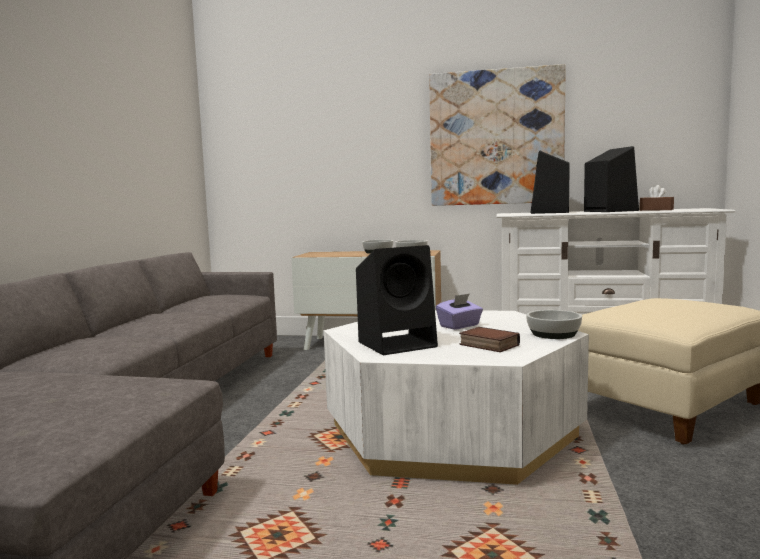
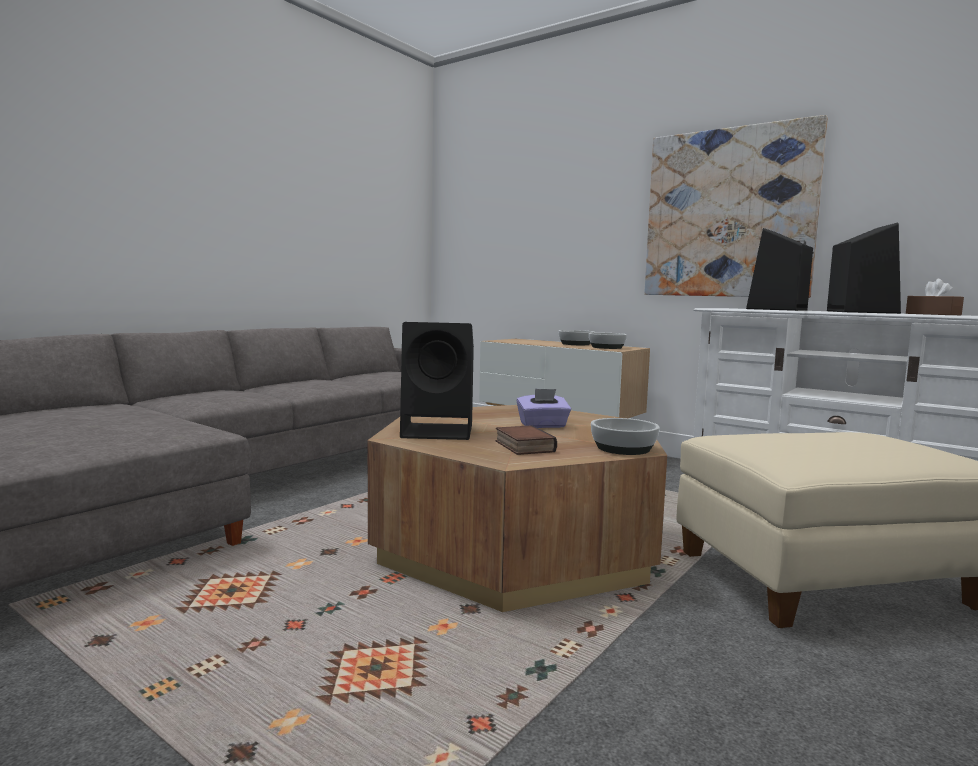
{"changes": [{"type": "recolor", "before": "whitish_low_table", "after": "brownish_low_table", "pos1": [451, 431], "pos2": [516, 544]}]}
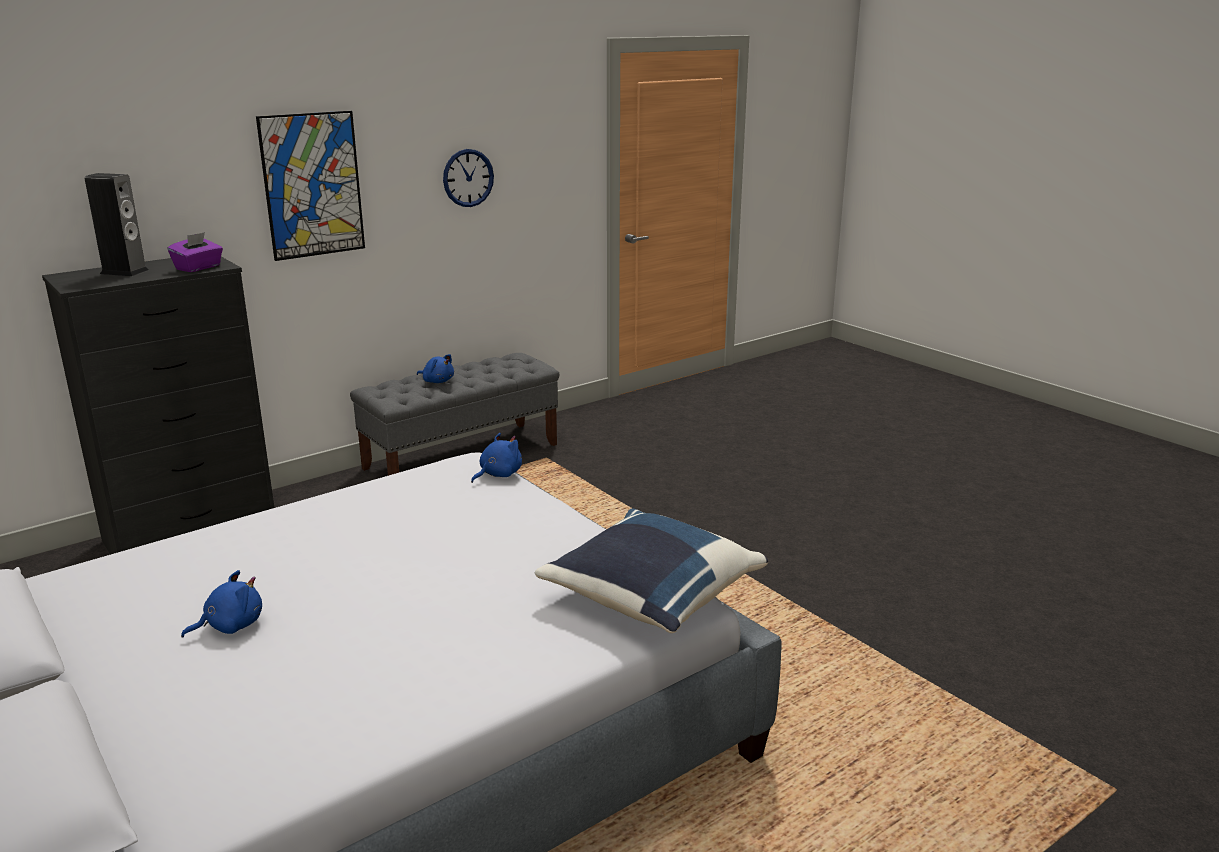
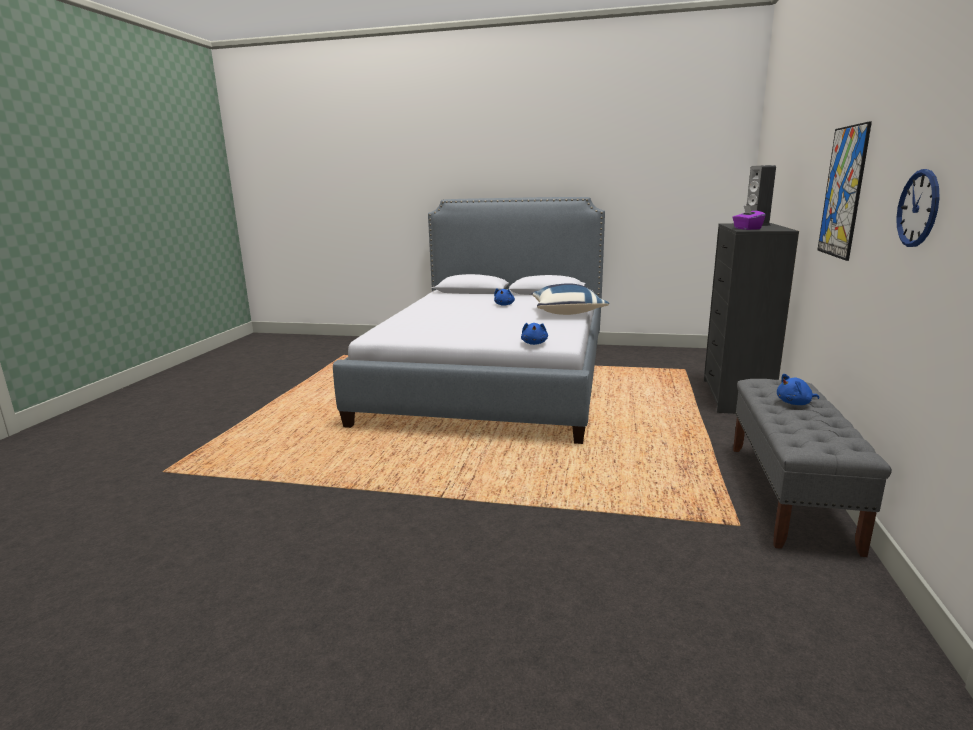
{"changes": [{"type": "move", "before": "blue_pillow", "pos1": [649, 598], "pos2": [567, 313]}]}
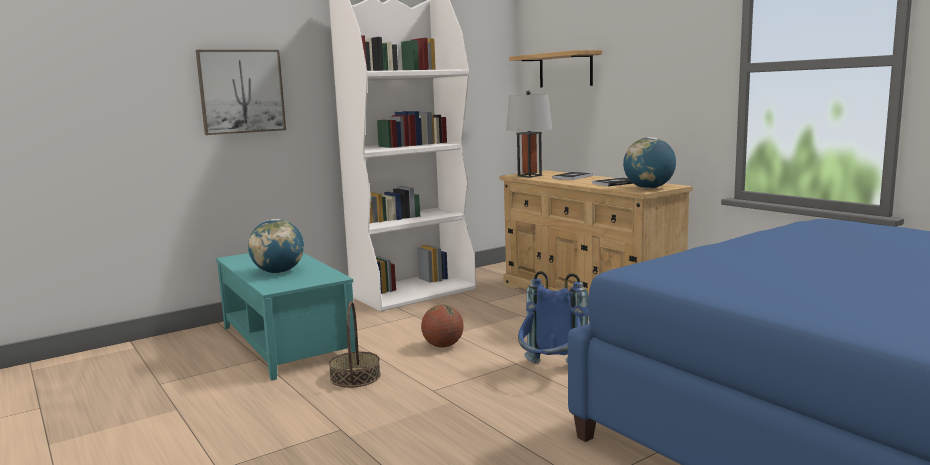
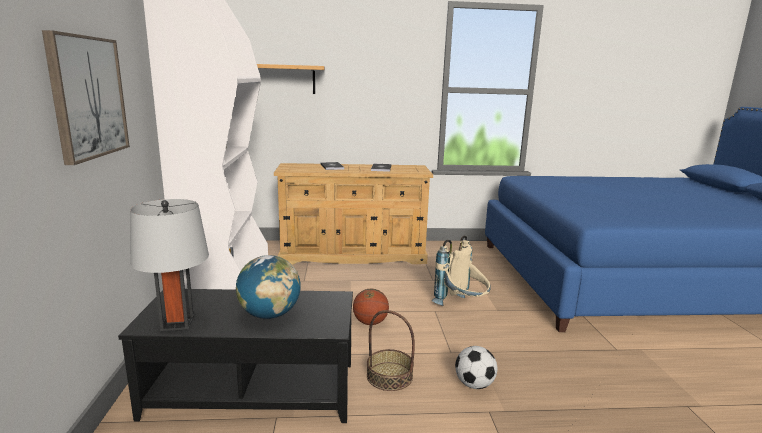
{"changes": [{"type": "move", "before": "gray_table_lamp", "pos1": [529, 176], "pos2": [177, 323]}, {"type": "delete", "before": "world_globe", "pos1": [649, 188]}, {"type": "recolor", "before": "turquoise_low_table", "after": "blackish_low_table", "pos1": [287, 342], "pos2": [253, 389]}, {"type": "recolor", "before": "blue_rucksack", "after": "sand-coloured_rucksack", "pos1": [551, 373], "pos2": [462, 307]}, {"type": "insert", "after": "football", "pos2": [474, 384]}]}
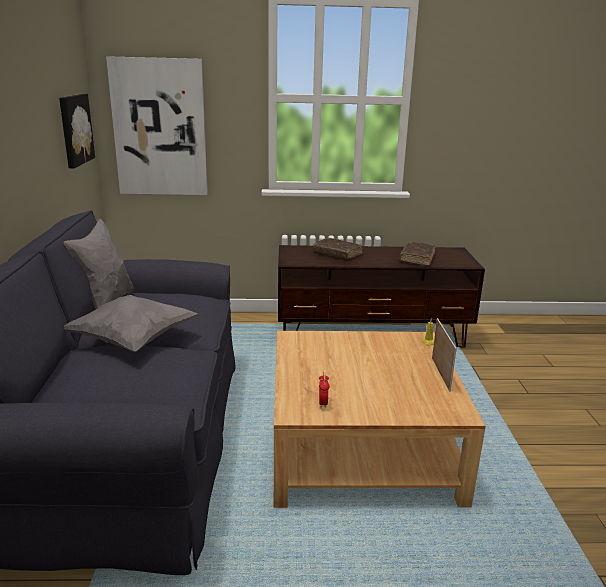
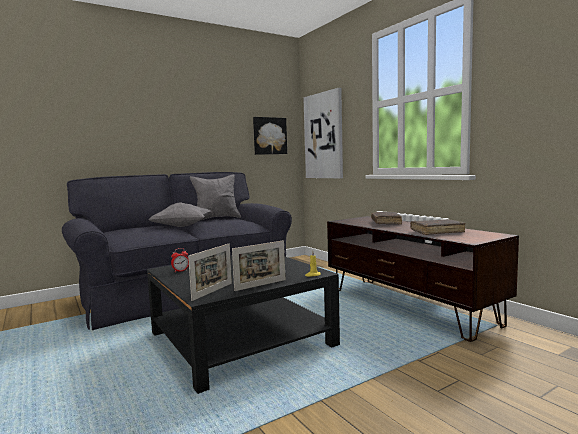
{"changes": [{"type": "recolor", "before": "sand-coloured_low_table", "after": "blackish_low_table", "pos1": [360, 445], "pos2": [240, 339]}, {"type": "insert", "after": "picture_frame", "pos2": [212, 291]}]}
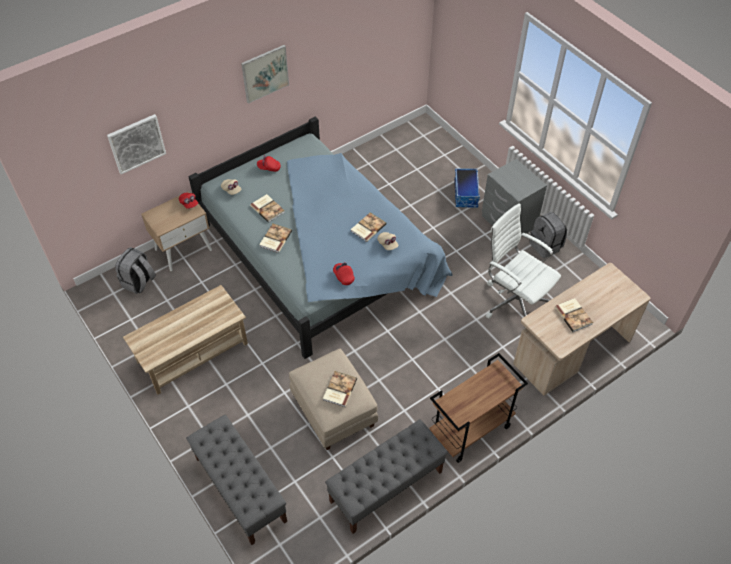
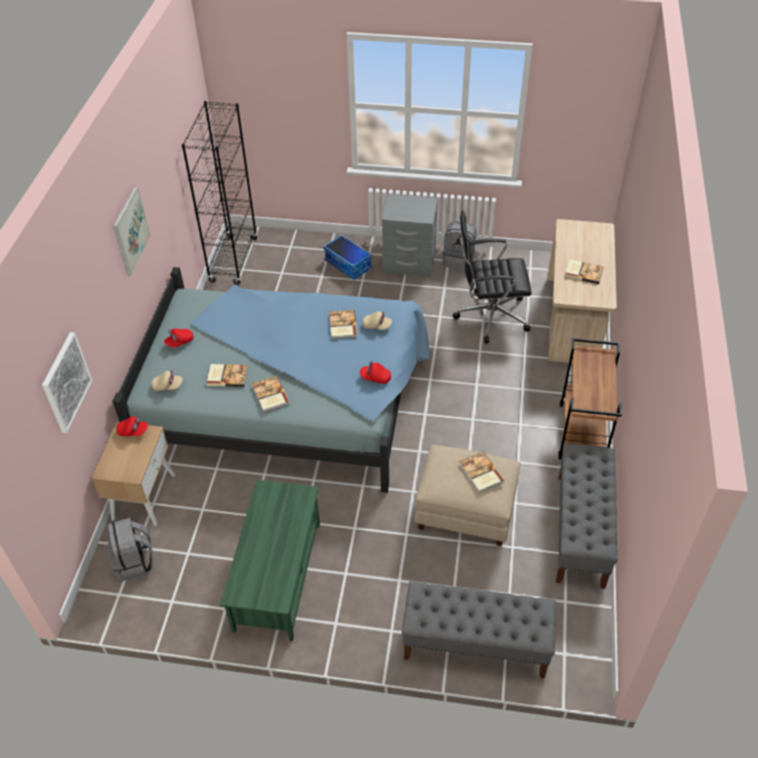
{"changes": [{"type": "recolor", "before": "whitish_computer_chair", "after": "blackish_computer_chair", "pos1": [514, 301], "pos2": [489, 316]}, {"type": "recolor", "before": "sand-coloured_low_table", "after": "green-coloured_low_table", "pos1": [192, 353], "pos2": [278, 576]}, {"type": "insert", "after": "blackish_bookshelf", "pos2": [233, 260]}]}
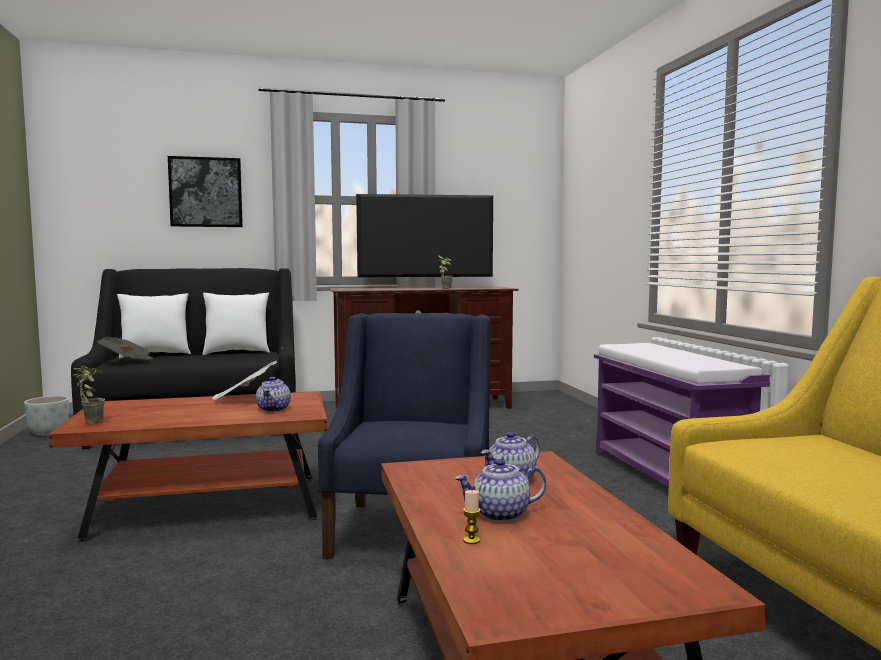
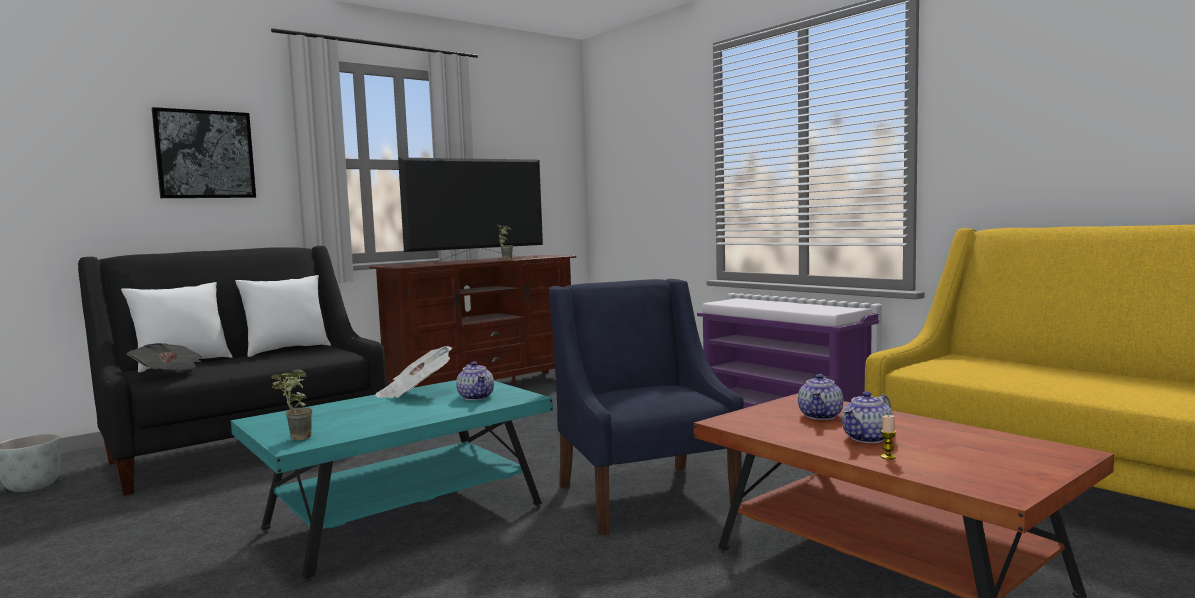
{"changes": [{"type": "recolor", "before": "brownish_low_table", "after": "turquoise_low_table", "pos1": [208, 507], "pos2": [404, 519]}]}
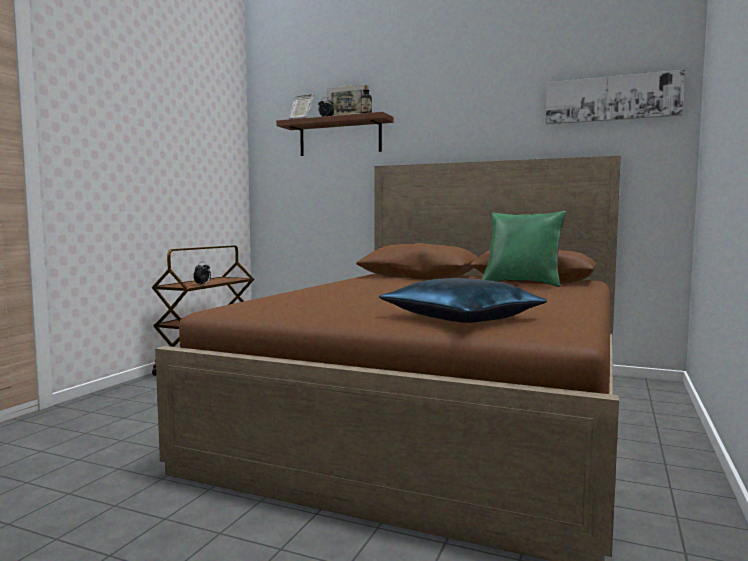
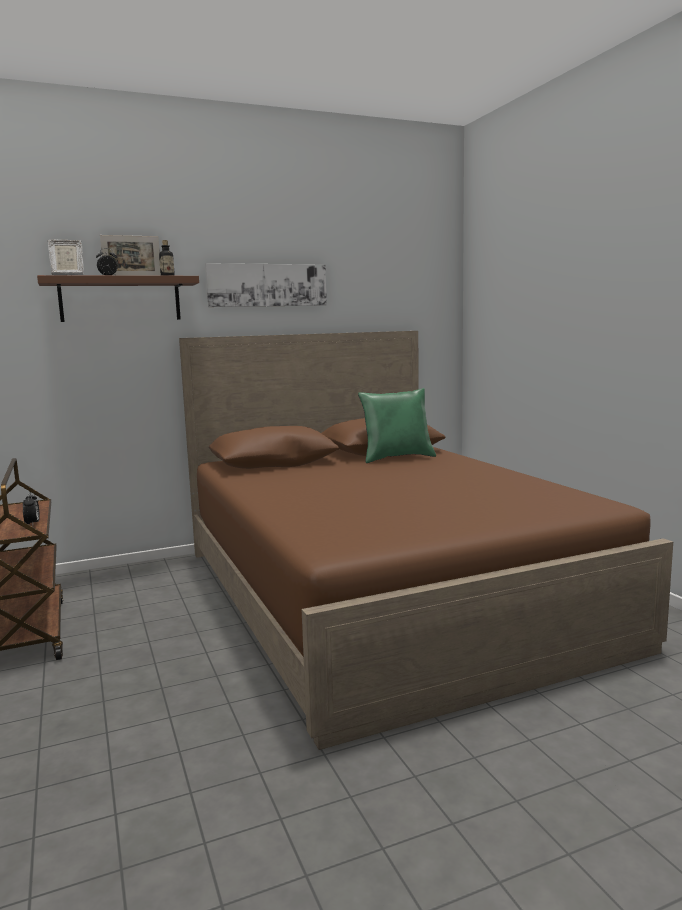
{"changes": [{"type": "move", "before": "wall_art", "pos1": [611, 99], "pos2": [267, 285]}, {"type": "delete", "before": "blue_pillow", "pos1": [462, 318]}]}
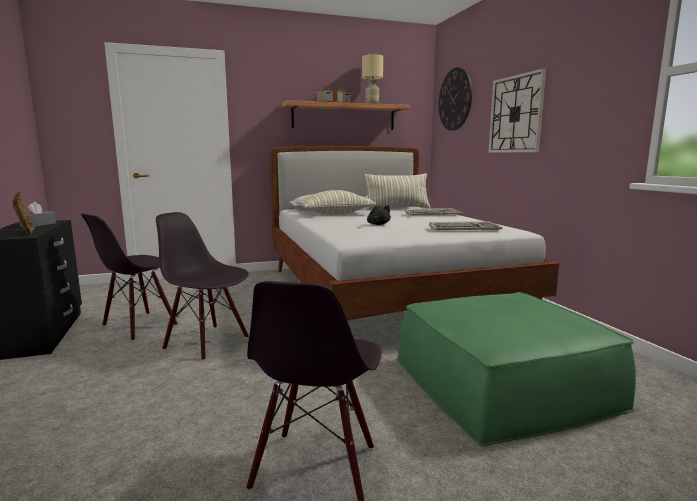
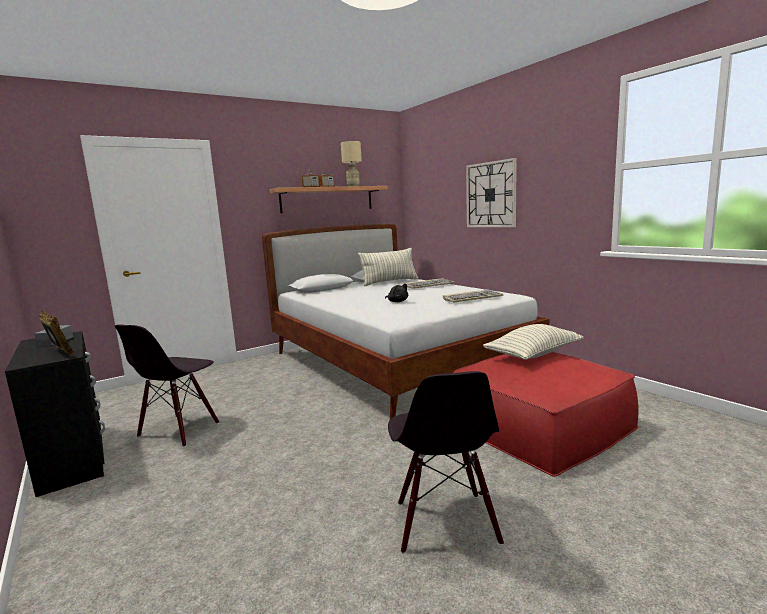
{"changes": [{"type": "delete", "before": "wall_clock", "pos1": [455, 99]}, {"type": "move", "before": "pillow", "pos1": [335, 214], "pos2": [533, 355]}, {"type": "delete", "before": "blackish_upright_chair", "pos1": [207, 342]}, {"type": "recolor", "before": "green-coloured_pouffe", "after": "reddish_pouffe", "pos1": [502, 382], "pos2": [538, 423]}]}
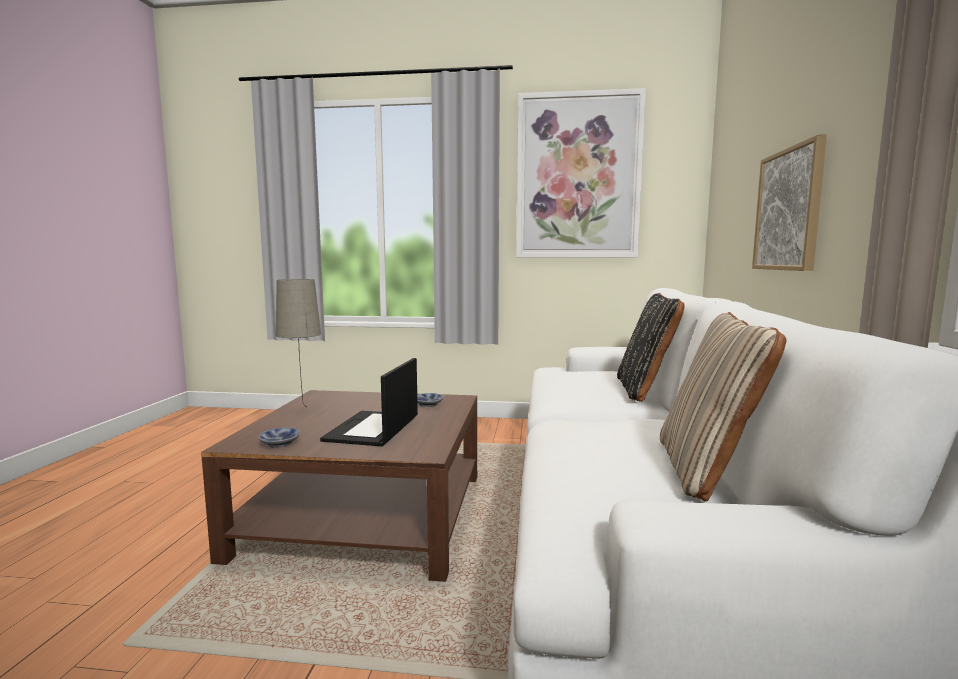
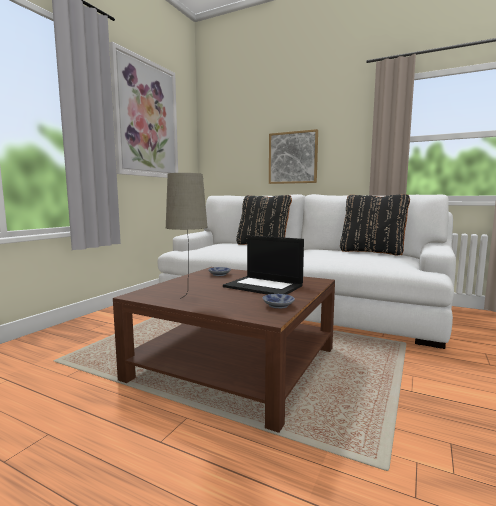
{"changes": [{"type": "recolor", "before": "sand-coloured_pillow", "after": "blackish_pillow", "pos1": [707, 470], "pos2": [372, 252]}]}
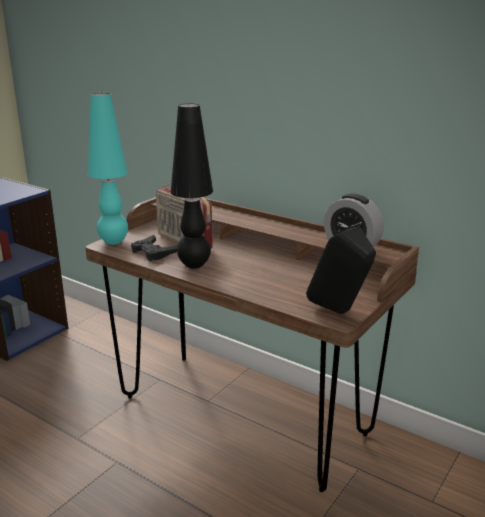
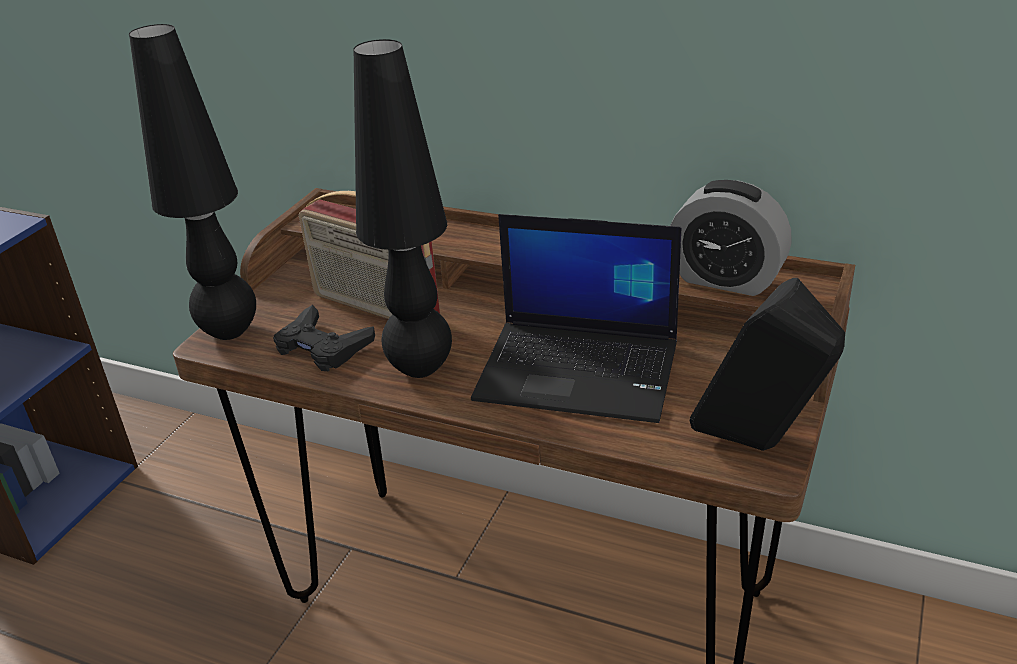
{"changes": [{"type": "recolor", "before": "turquoise_table_lamp", "after": "blackish_table_lamp", "pos1": [113, 242], "pos2": [229, 332]}, {"type": "insert", "after": "portable_computer", "pos2": [581, 370]}]}
